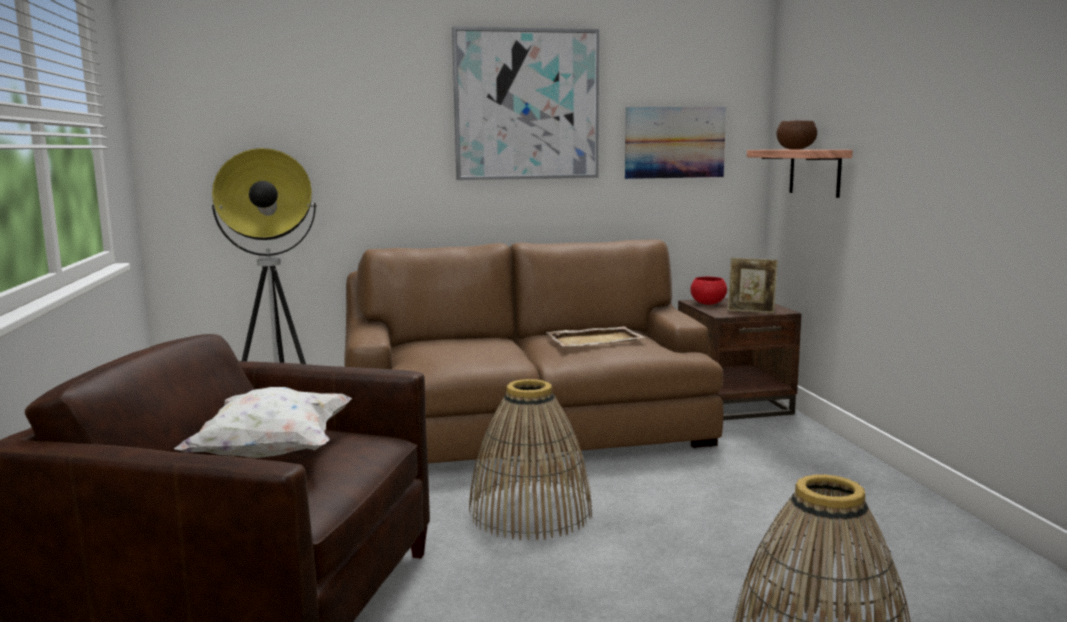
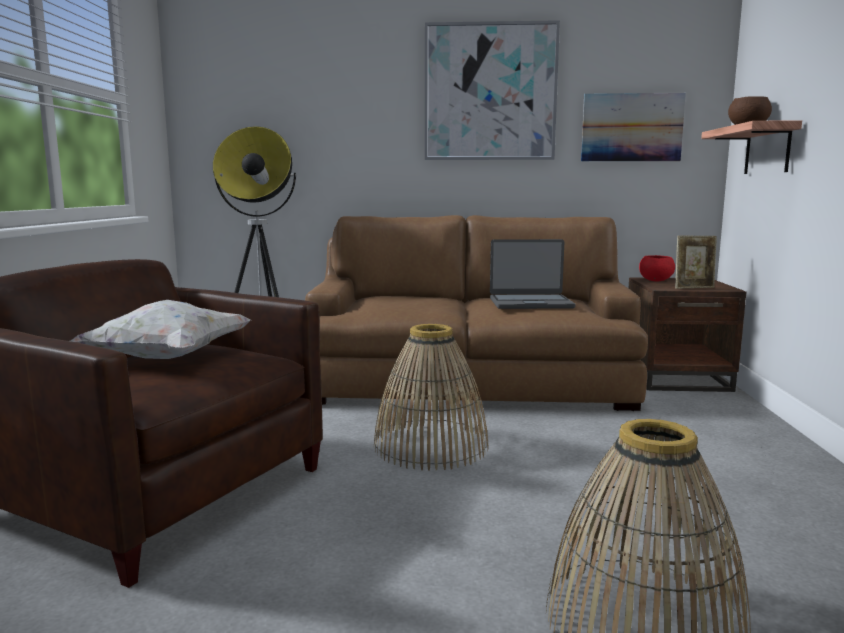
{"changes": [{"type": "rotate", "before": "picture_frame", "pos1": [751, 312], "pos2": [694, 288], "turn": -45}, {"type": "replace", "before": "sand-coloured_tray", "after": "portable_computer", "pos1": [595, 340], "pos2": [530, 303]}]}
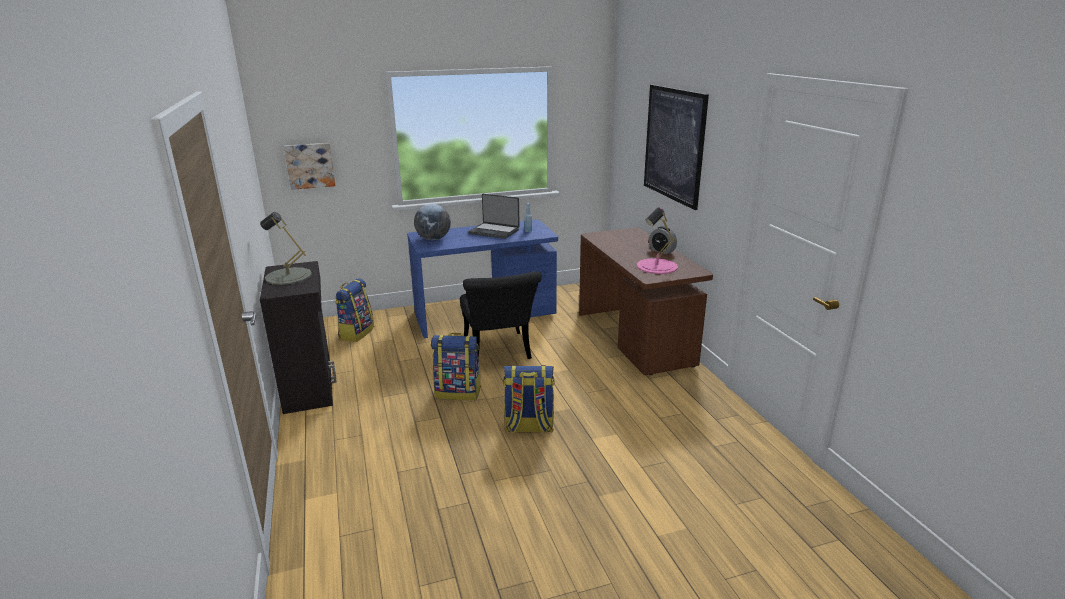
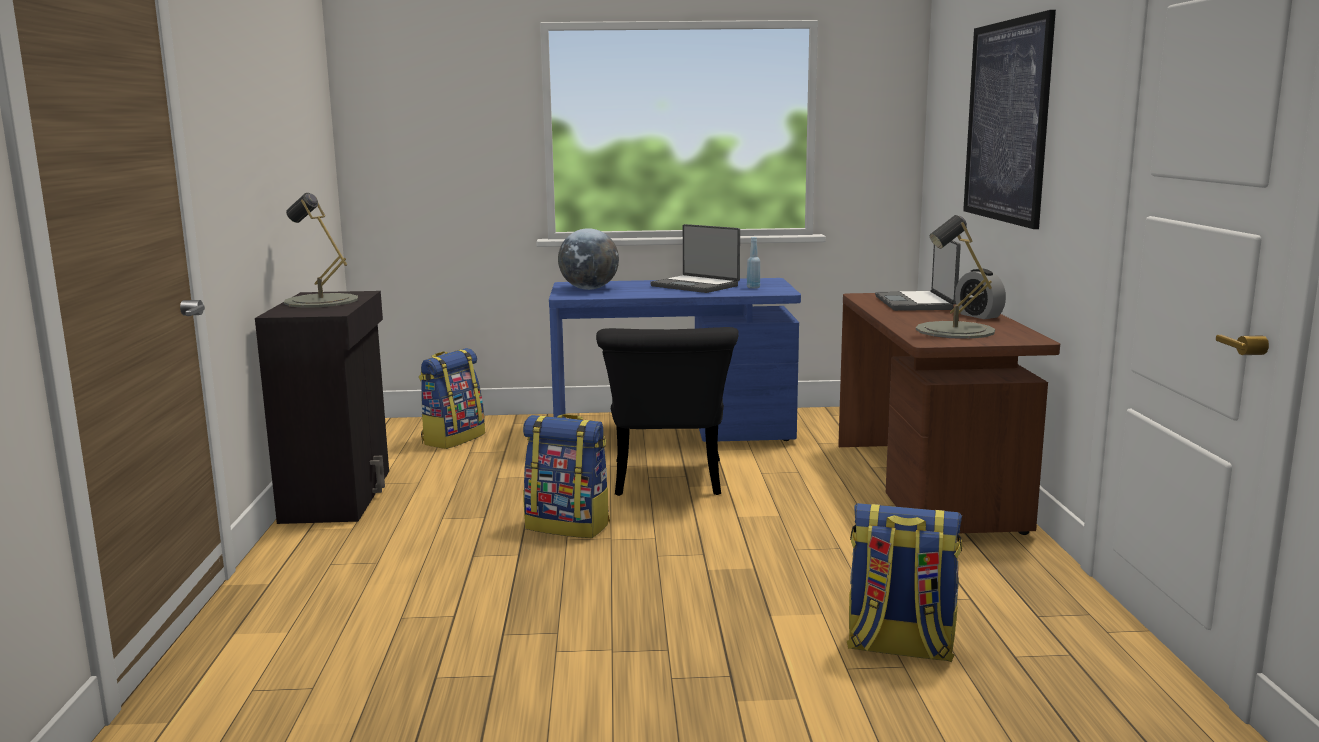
{"changes": [{"type": "delete", "before": "wall_art", "pos1": [310, 165]}, {"type": "recolor", "before": "pinkish_table_lamp", "after": "gray_table_lamp", "pos1": [657, 266], "pos2": [955, 330]}, {"type": "move", "before": "rucksack", "pos1": [529, 427], "pos2": [899, 647]}, {"type": "insert", "after": "portable_computer", "pos2": [916, 303]}]}
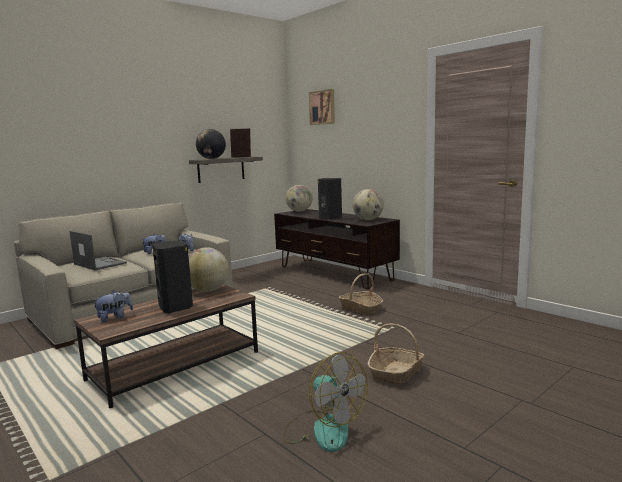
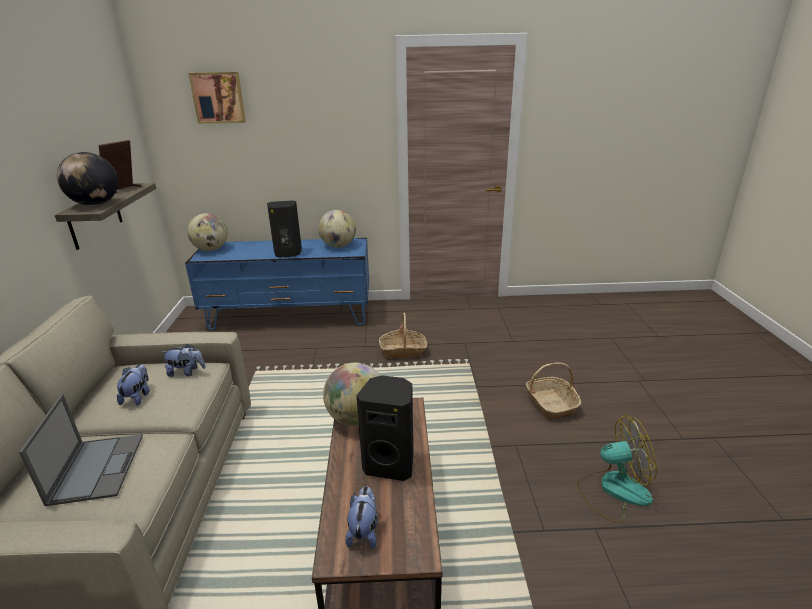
{"changes": [{"type": "recolor", "before": "brownish_tv_stand", "after": "blue_tv_stand", "pos1": [334, 273], "pos2": [290, 316]}, {"type": "rotate", "before": "portable_computer", "pos1": [99, 263], "pos2": [97, 467], "turn": 90}]}
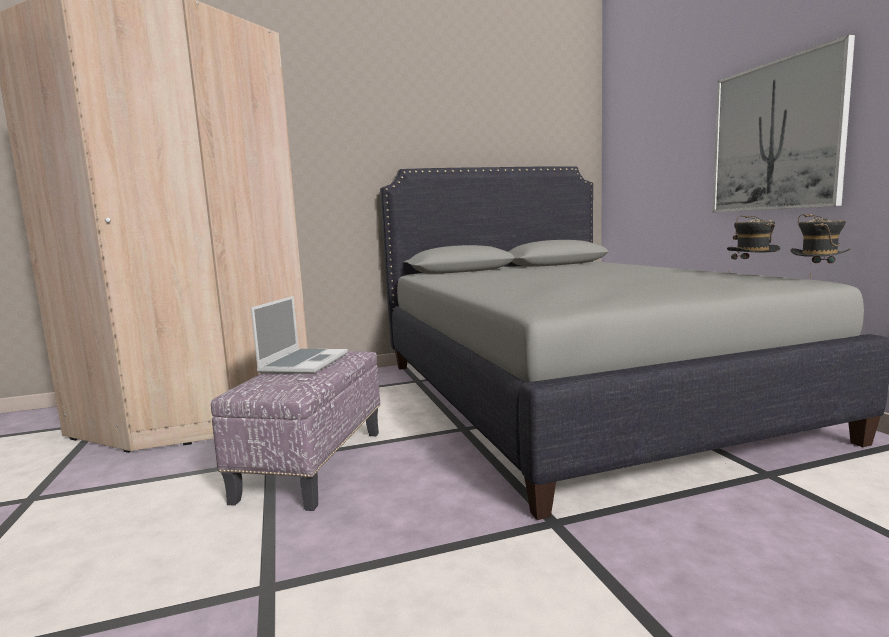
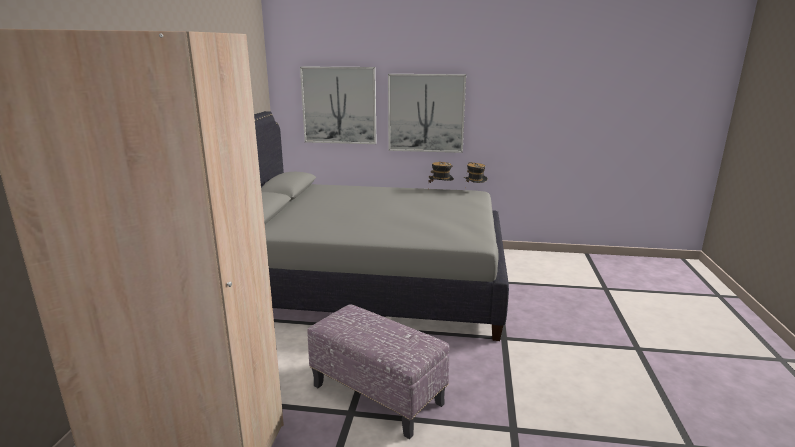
{"changes": [{"type": "delete", "before": "portable_computer", "pos1": [304, 363]}, {"type": "insert", "after": "wall_art", "pos2": [339, 105]}]}
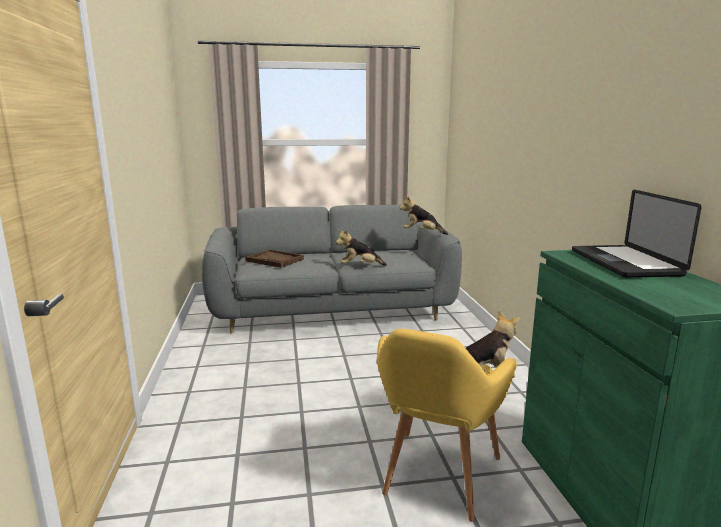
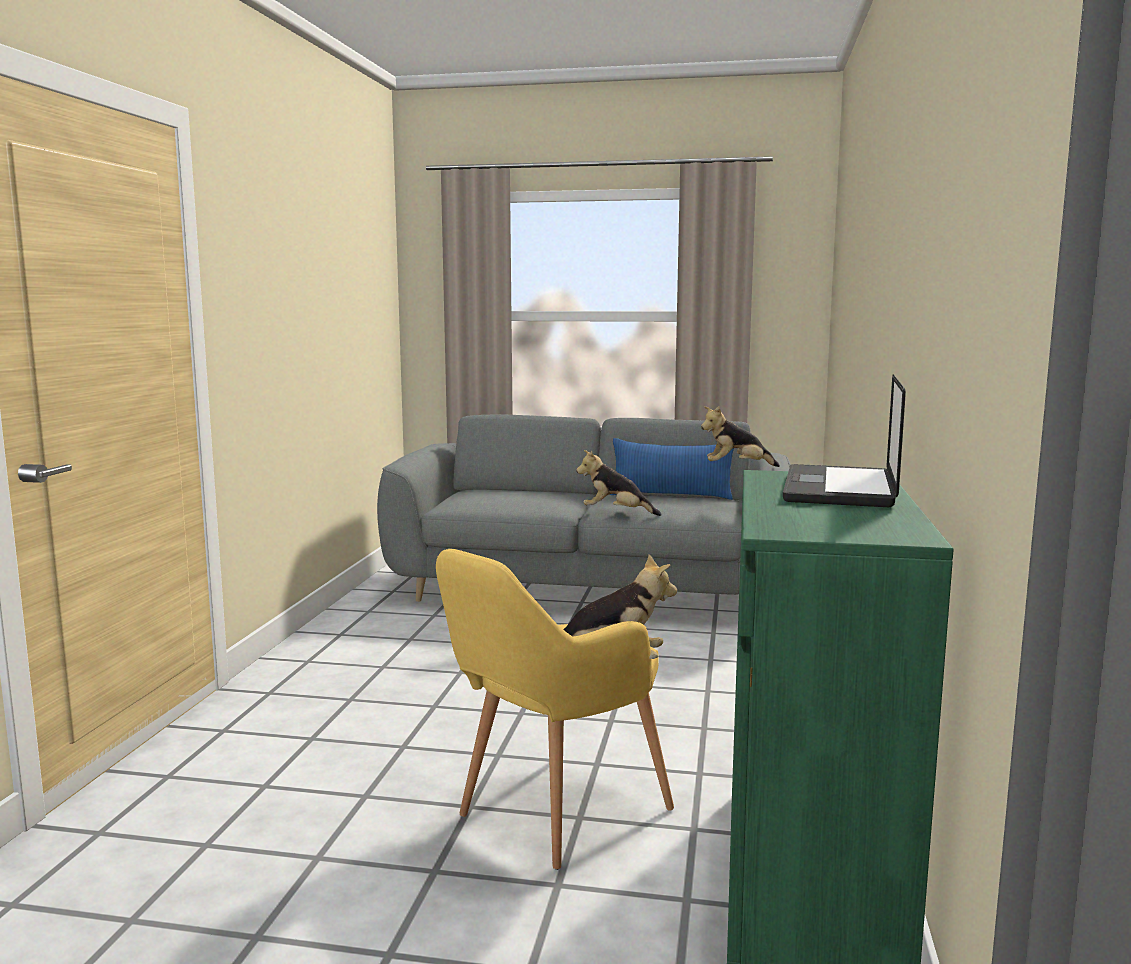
{"changes": [{"type": "rotate", "before": "plush_toy", "pos1": [422, 233], "pos2": [736, 467], "turn": -45}, {"type": "delete", "before": "brownish_tray", "pos1": [275, 260]}, {"type": "insert", "after": "blue_pillow", "pos2": [671, 495]}]}
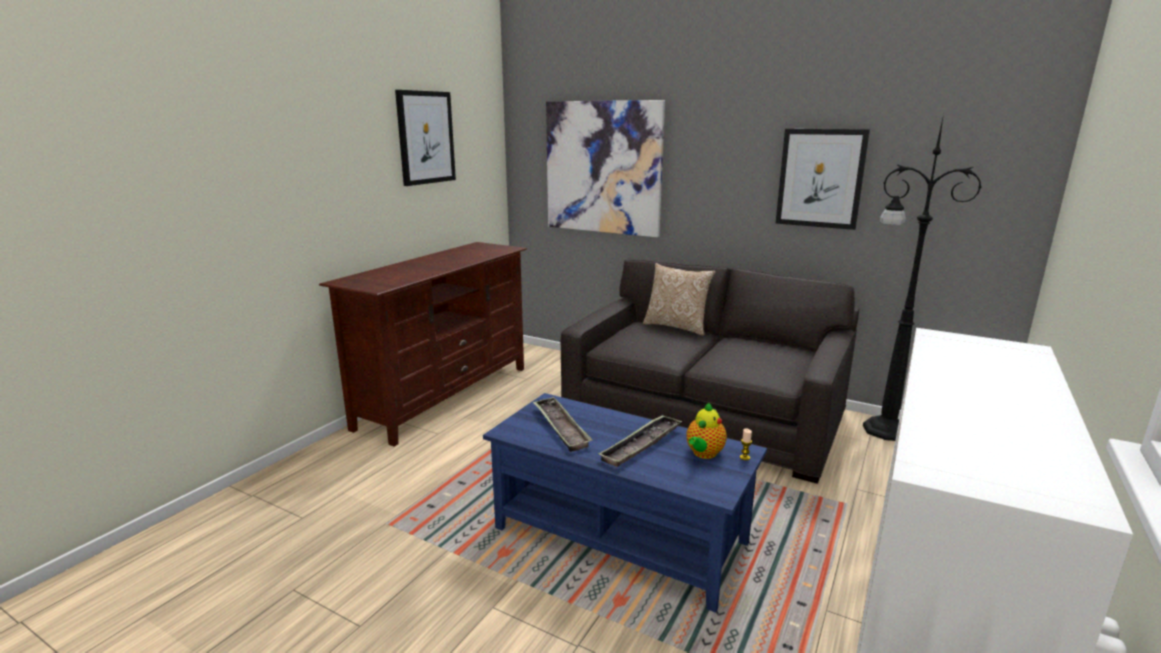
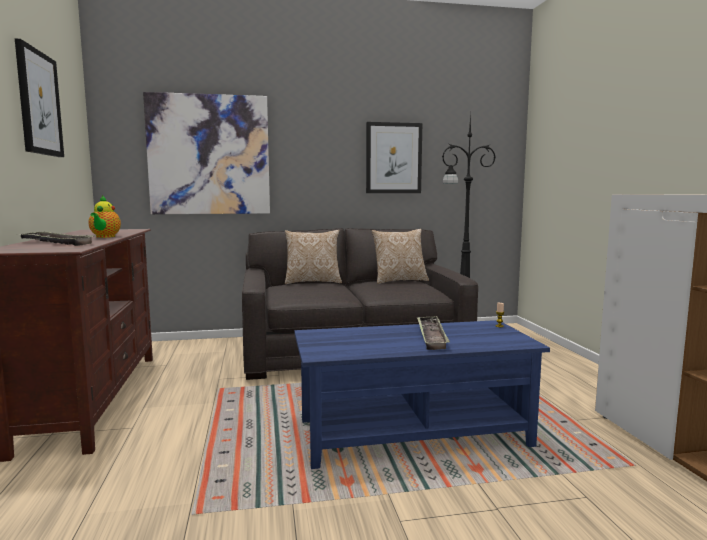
{"changes": [{"type": "move", "before": "tray", "pos1": [561, 427], "pos2": [56, 243]}, {"type": "move", "before": "teapot", "pos1": [703, 454], "pos2": [105, 237]}, {"type": "insert", "after": "pillow", "pos2": [399, 281]}]}
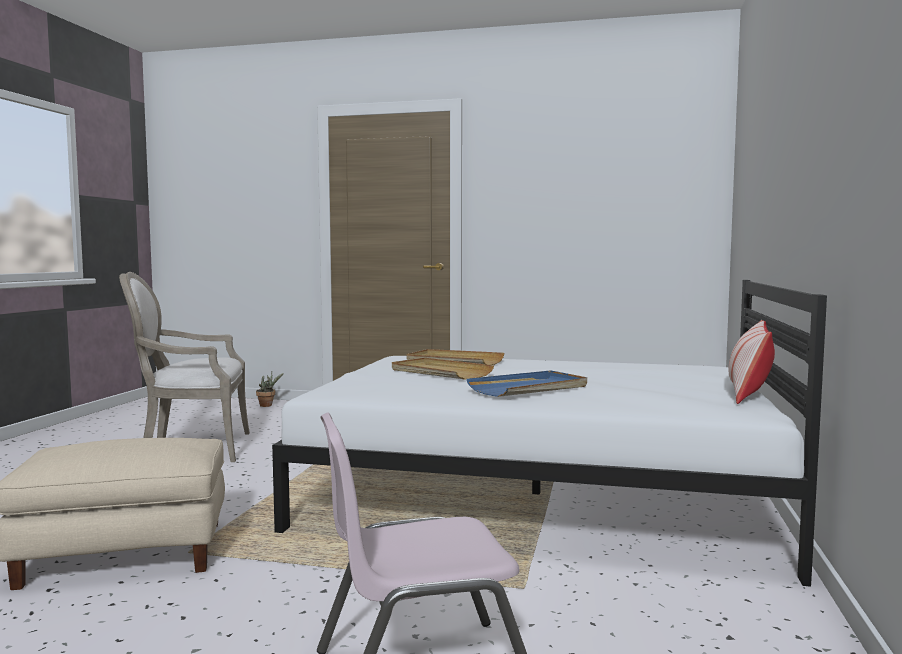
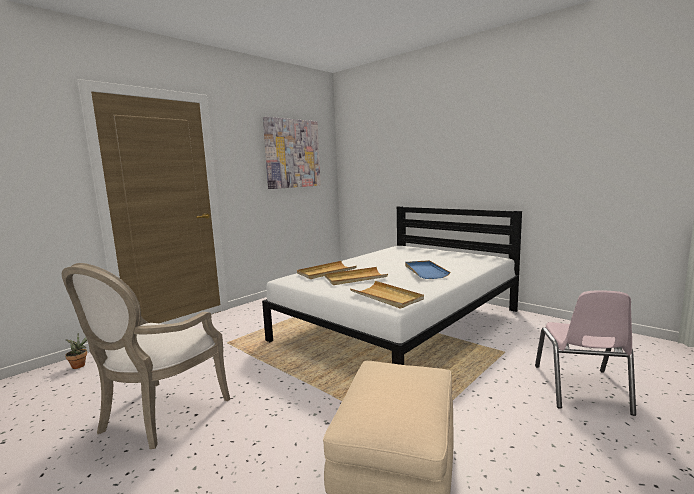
{"changes": [{"type": "delete", "before": "pillow", "pos1": [749, 390]}, {"type": "insert", "after": "wall_art", "pos2": [292, 153]}, {"type": "insert", "after": "sand-coloured_tray", "pos2": [386, 297]}]}
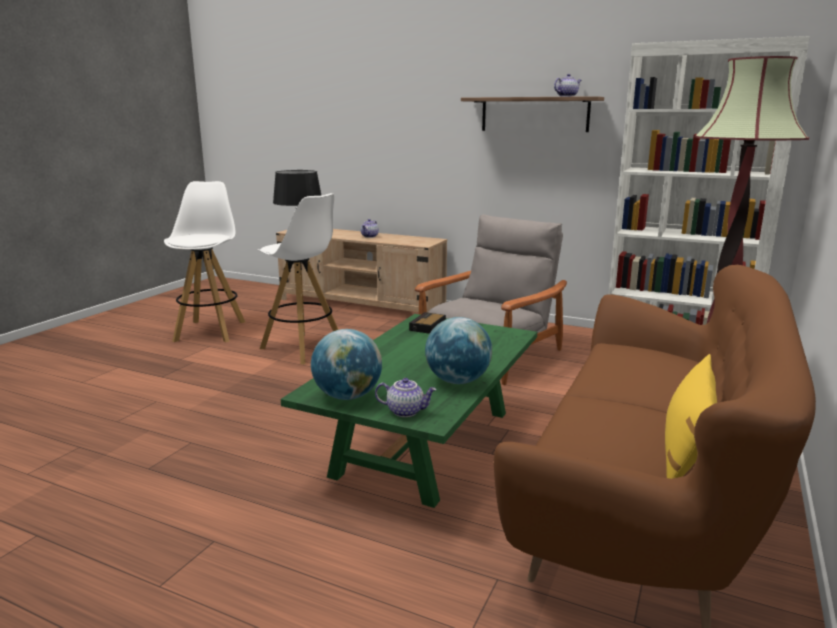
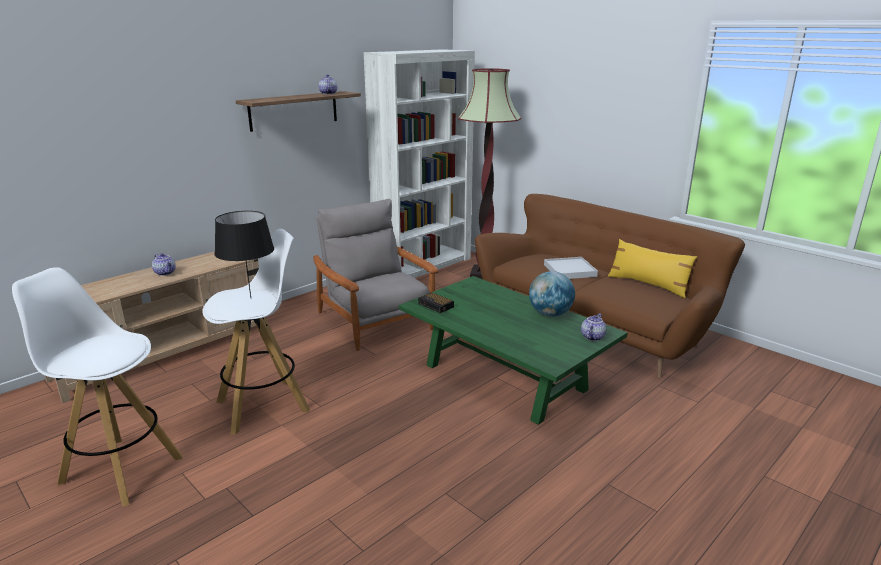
{"changes": [{"type": "delete", "before": "world_globe", "pos1": [348, 396]}, {"type": "insert", "after": "whitish_tray", "pos2": [569, 270]}]}
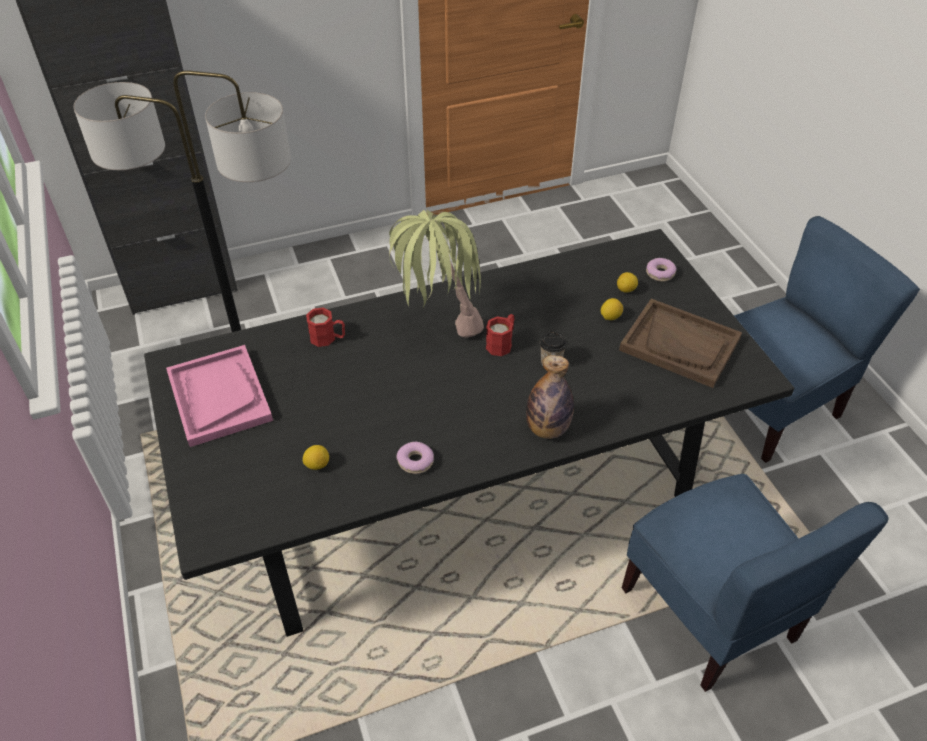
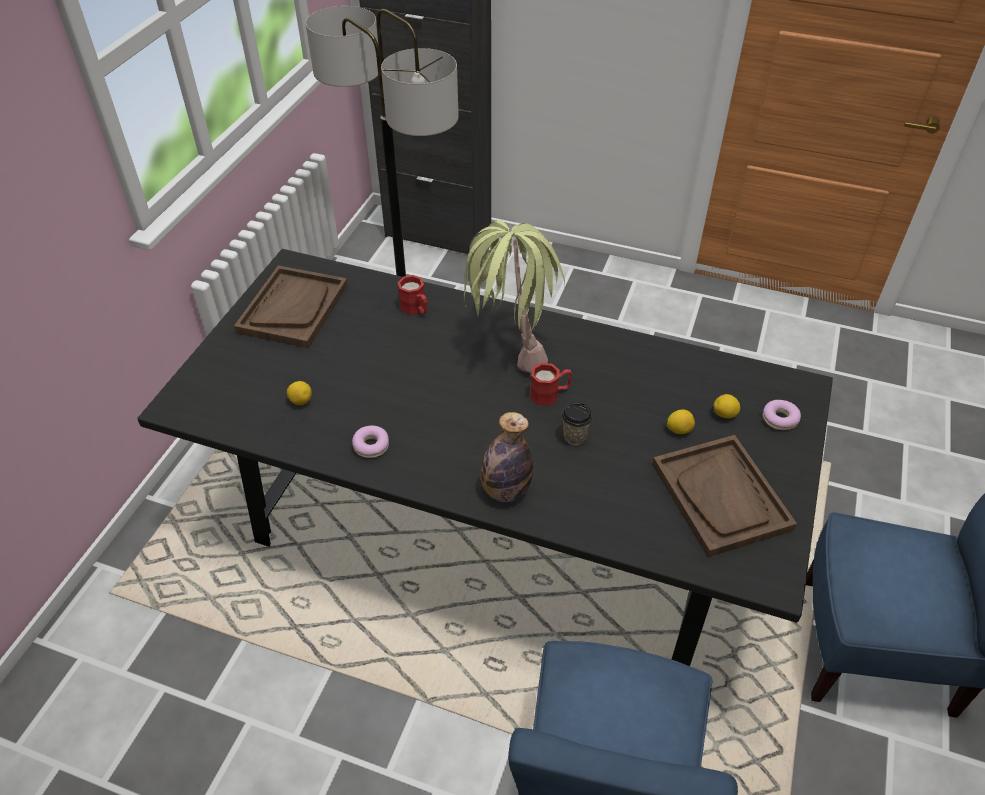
{"changes": [{"type": "recolor", "before": "pinkish_tray", "after": "brownish_tray", "pos1": [219, 397], "pos2": [293, 308]}]}
